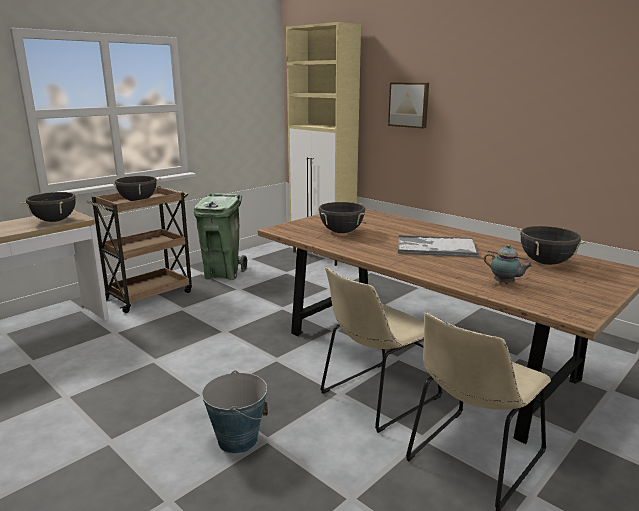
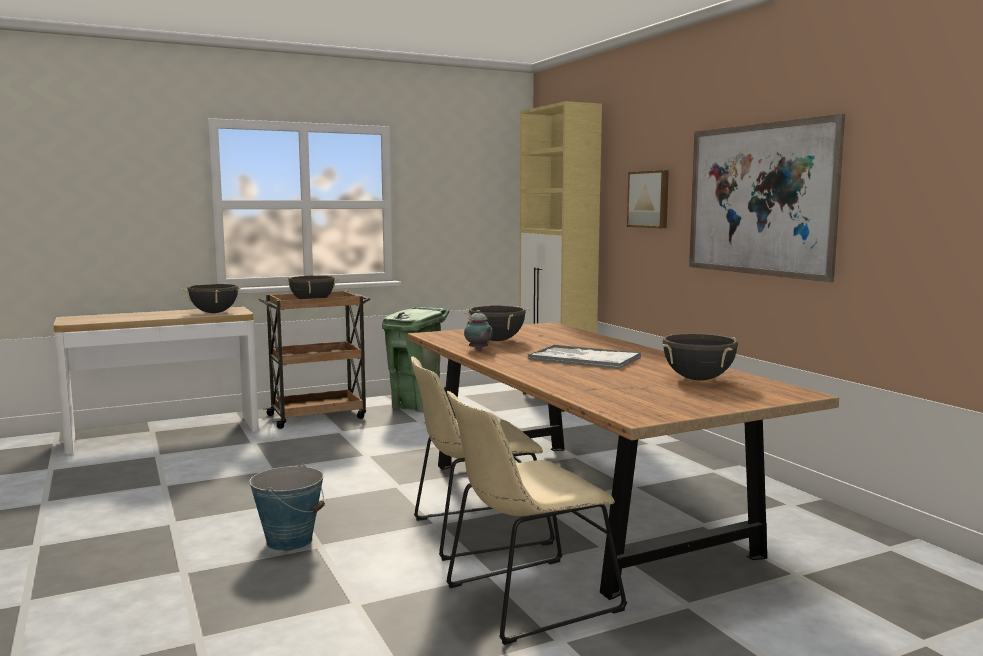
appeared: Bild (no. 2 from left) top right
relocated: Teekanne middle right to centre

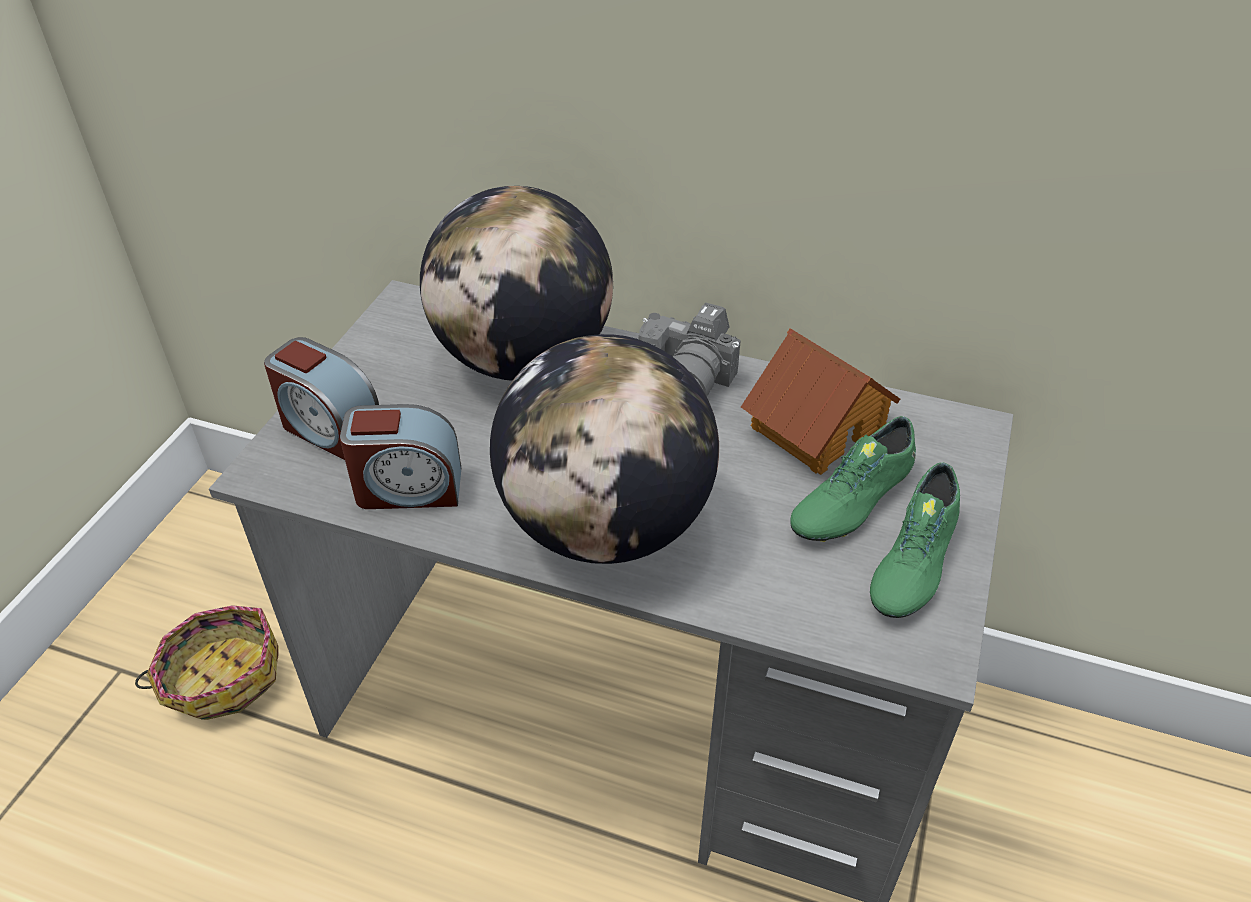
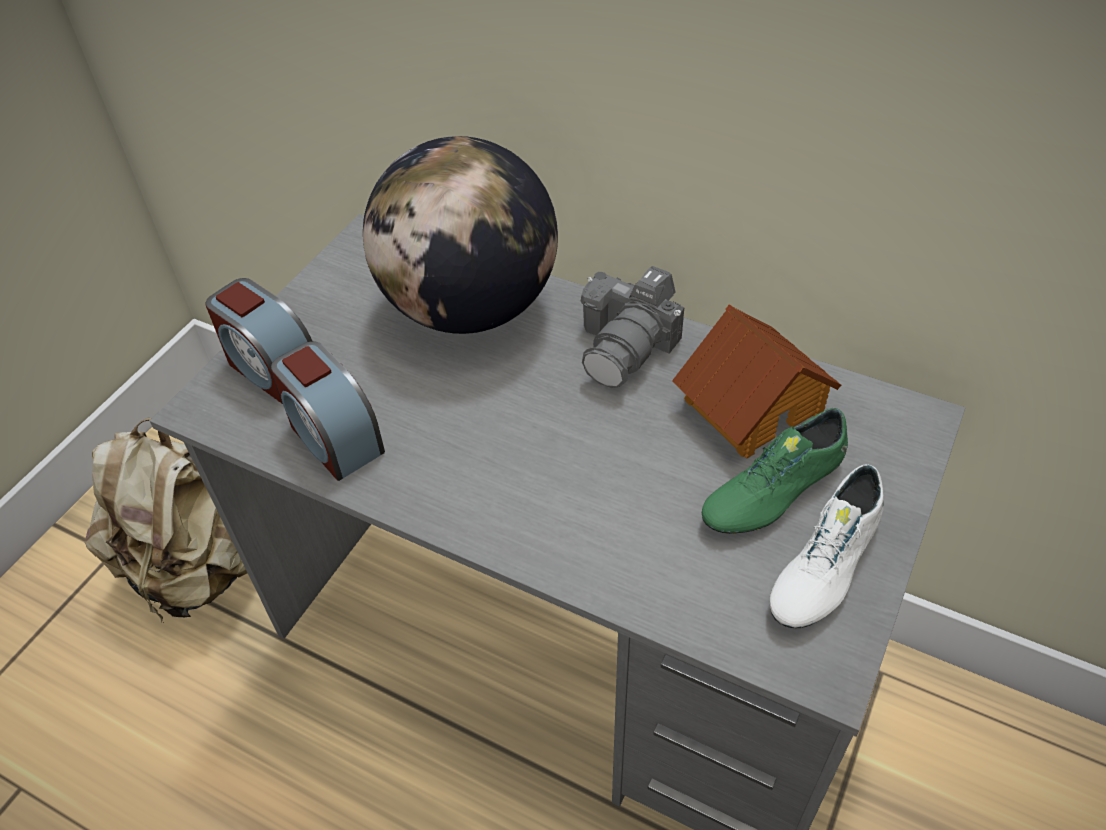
missing: Globus (no. 2 from left) centre
exchanged: Korb bottom left to Rucksack/beige middle left
colour: Schuh/grün (no. 2 from left) middle right to Schuh/weiß middle right
spun: Wecker (no. 2 from left) middle left = middle left 45 degrees clockwise

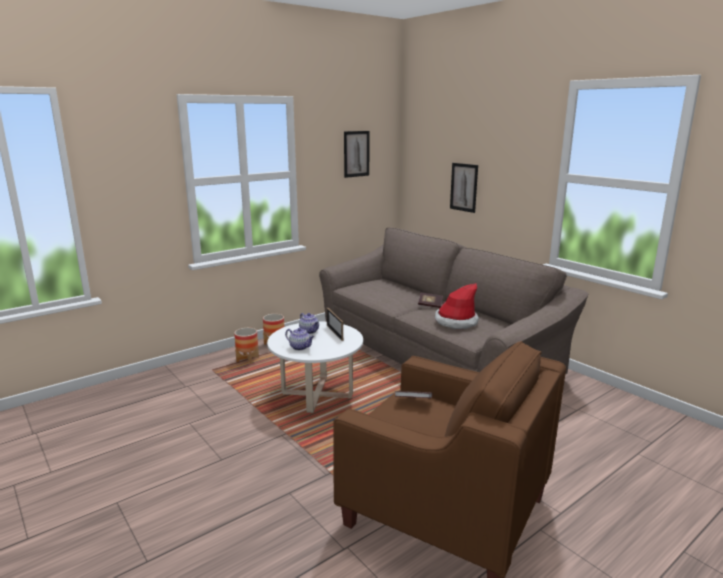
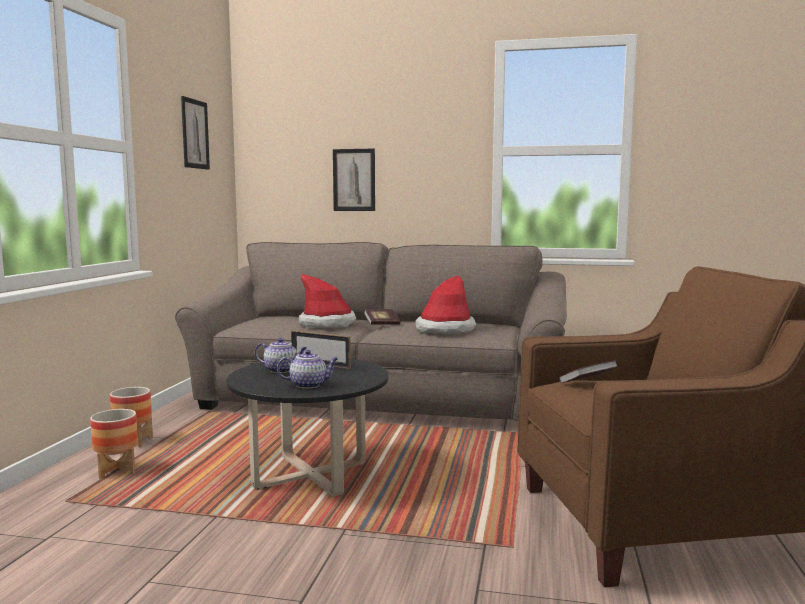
appeared: Hut (no. 1 from left) centre
colour: Couchtisch/weiß centre to Couchtisch/schwarz bottom centre

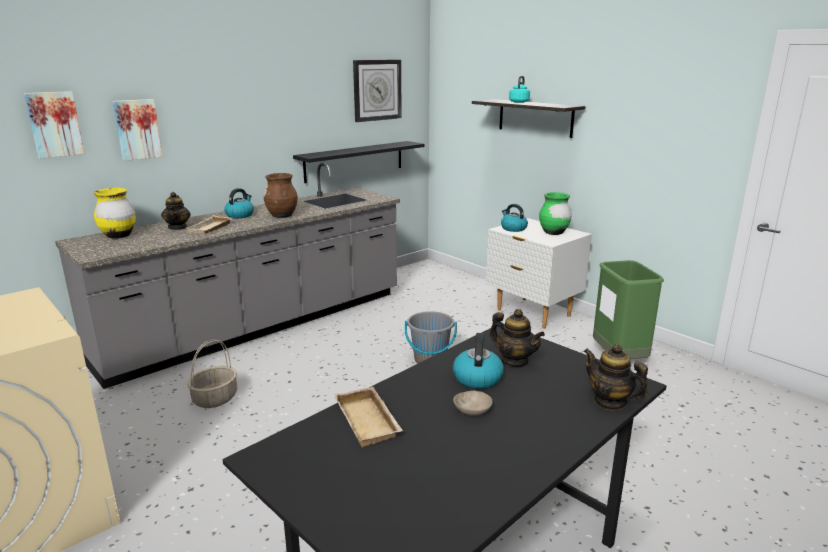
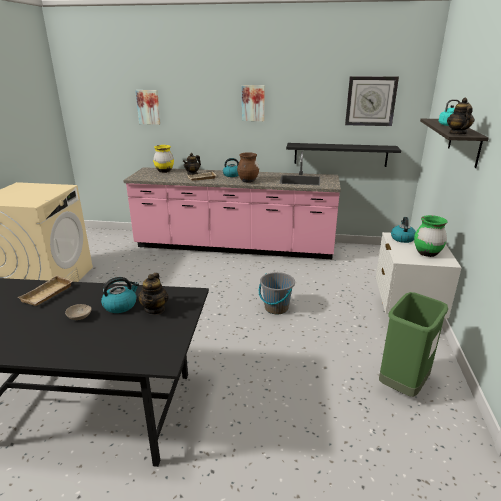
missing: Korb bottom left
relocated: Bild (no. 2 from left) top left to top centre; Teekanne (no. 3 from left) bottom right to top right
colour: Küchenzeile/grau middle left to Küchenzeile/rosa centre

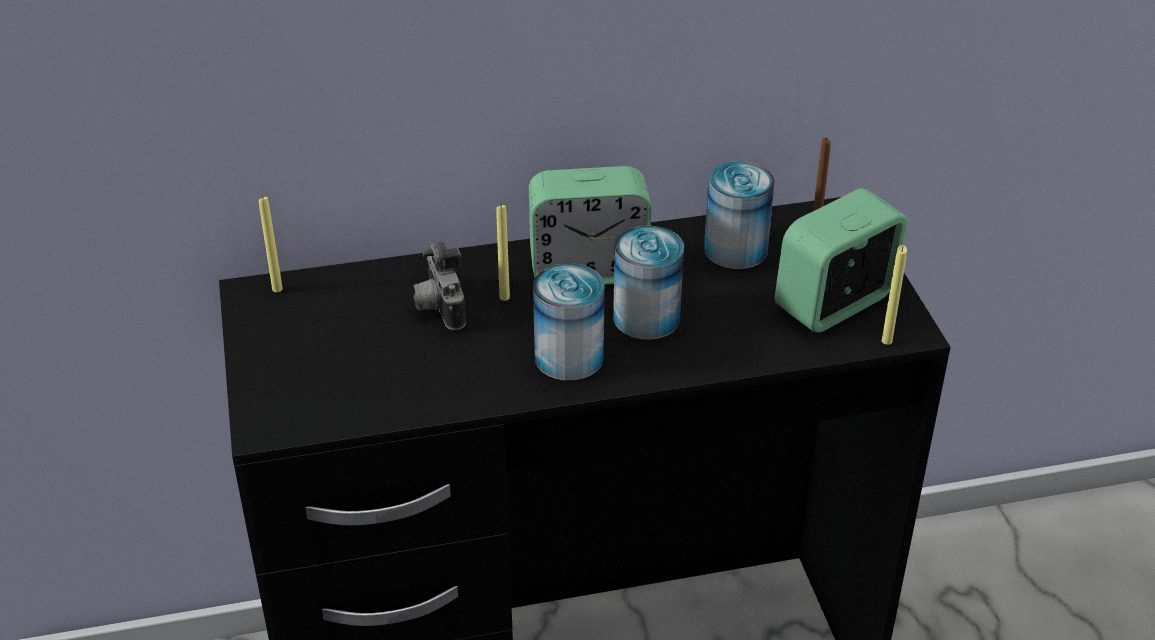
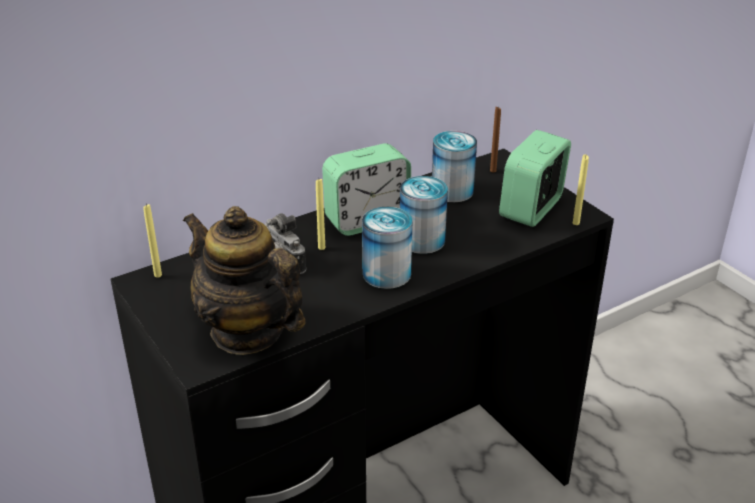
appeared: Teekanne middle left

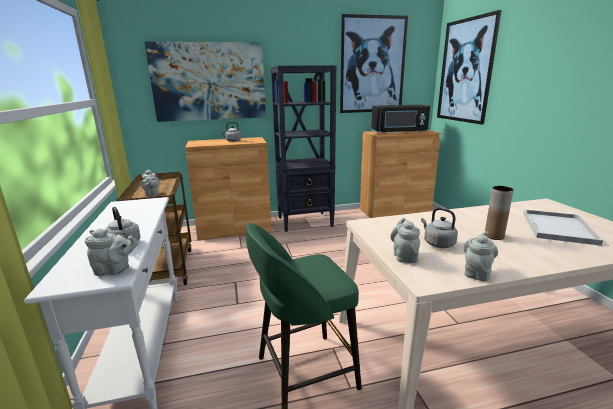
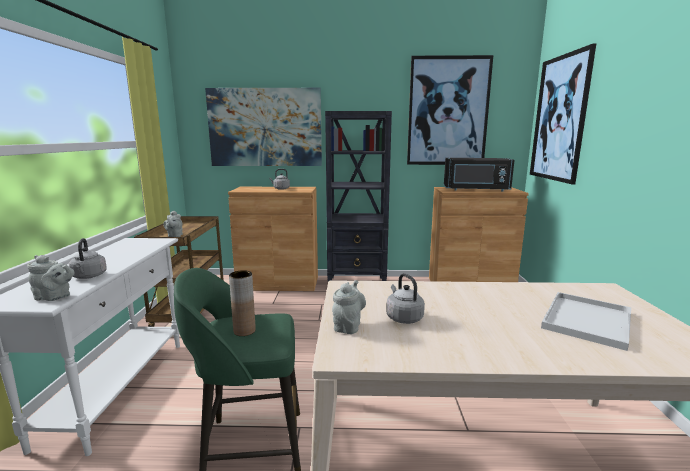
missing: Teekanne/grau (no. 4 from left) middle right
relocated: Vase/braun middle right to centre

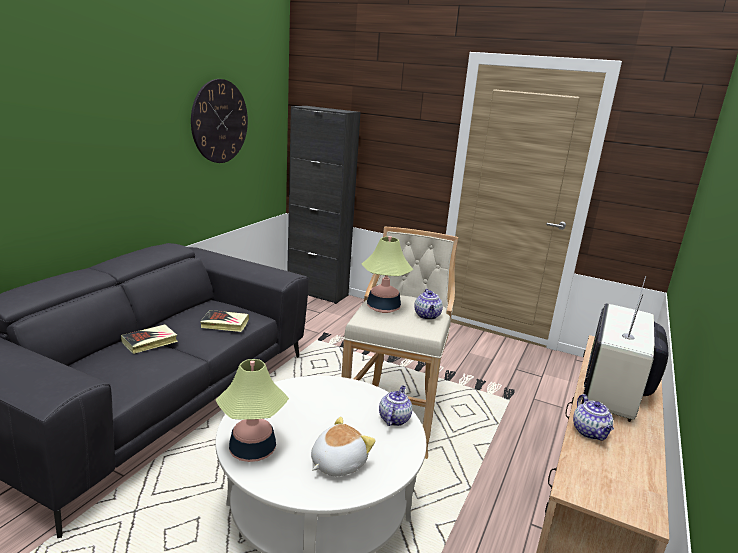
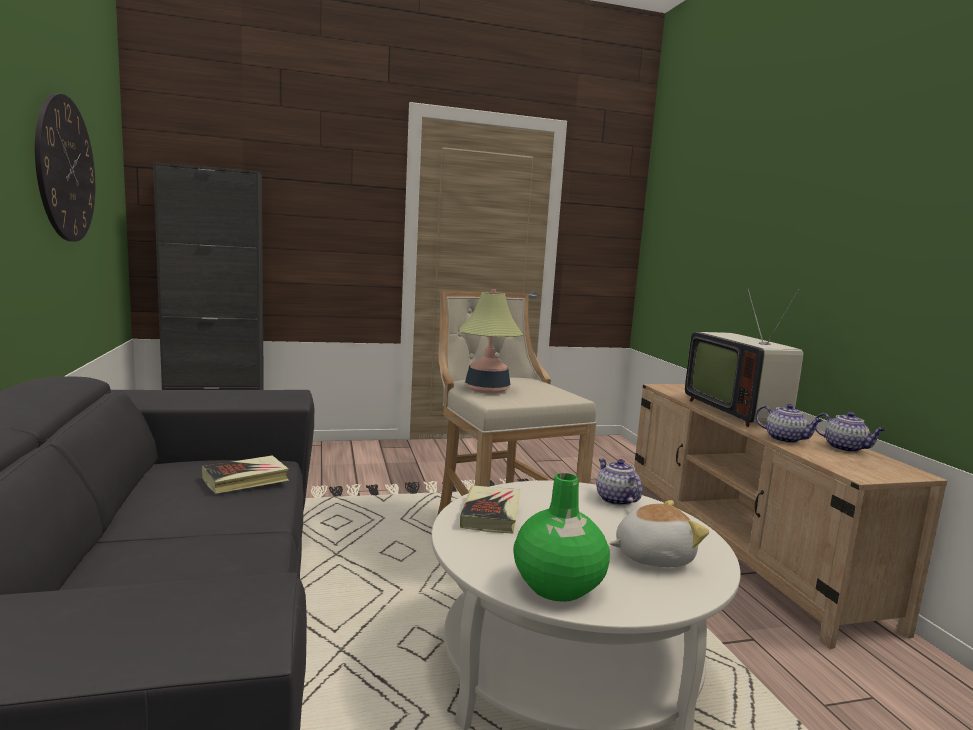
relocated: Buch (no. 1 from left in the first image) middle left to Buch (no. 2 from left) bottom centre; Teekanne (no. 2 from left in the first image) centre to Teekanne (no. 3 from left) middle right
exchanged: Tischlampe (no. 1 from left) bottom centre to Vase/grün bottom centre
spun: Plüschtier bottom centre = bottom right 75 degrees clockwise

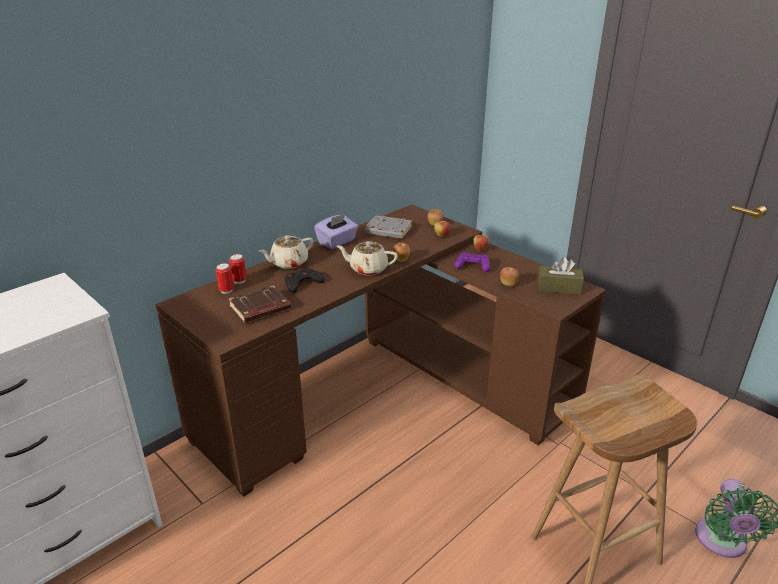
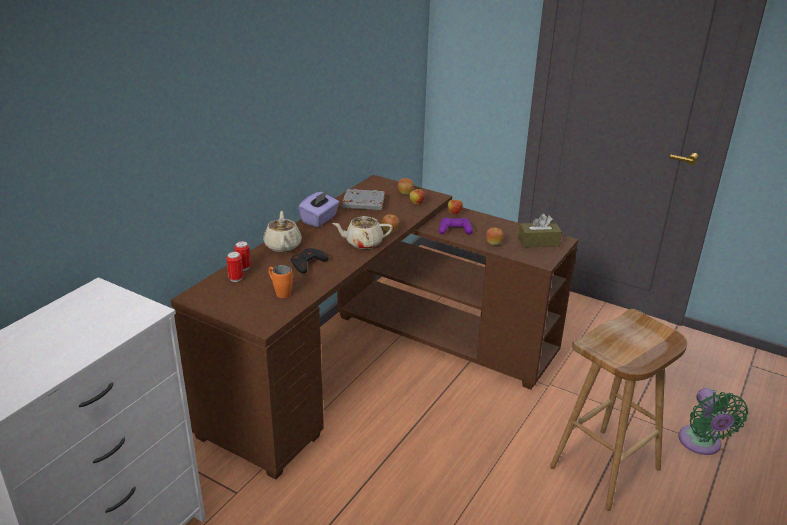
exchanged: Buch/braun centre to Henkelbecher/orange centre
spun: Teekanne/beige (no. 1 from left) centre = centre 135 degrees clockwise

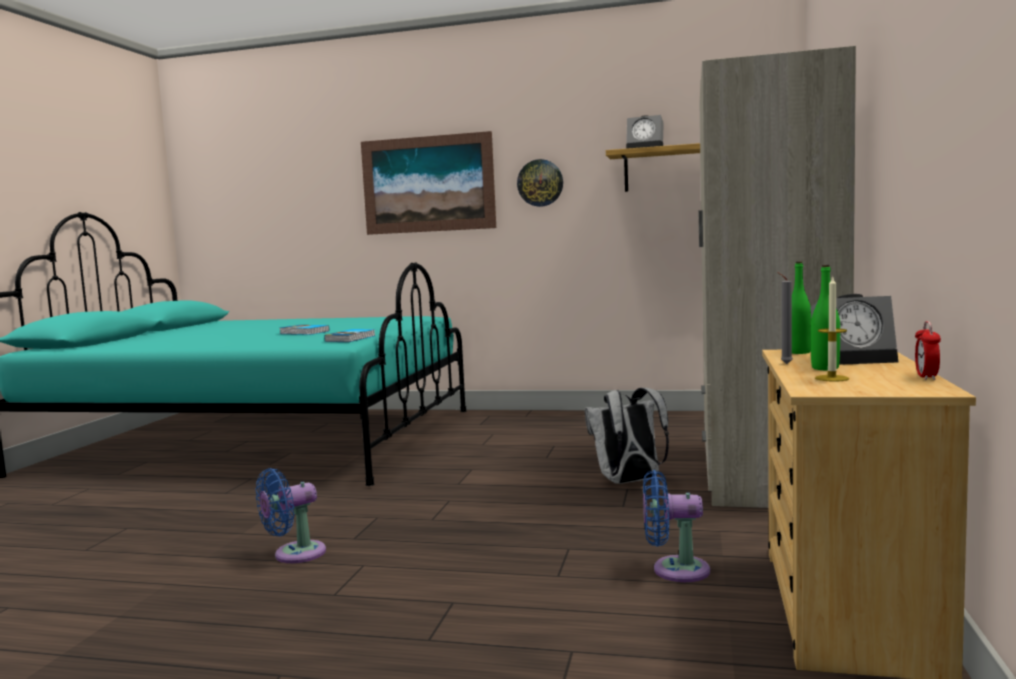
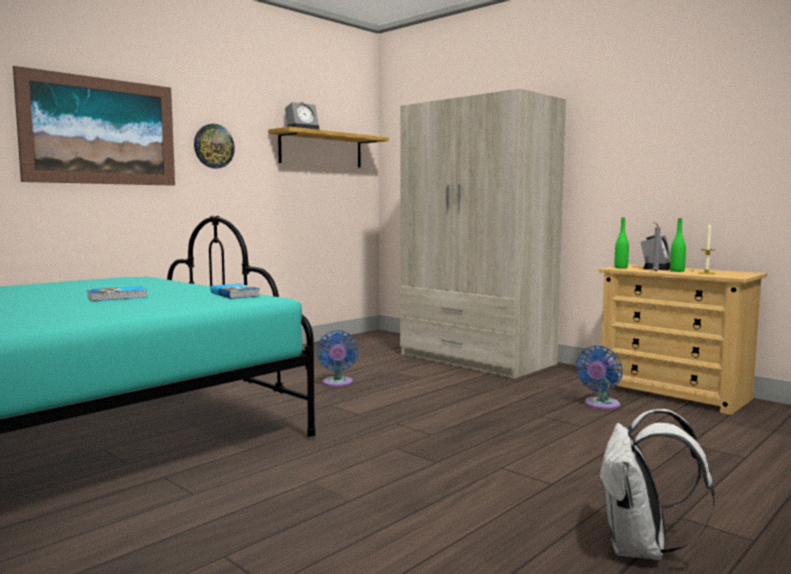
missing: Wecker (no. 3 from left) middle right
relocated: Ventilator/blau (no. 1 from left) bottom left to centre; Rucksack/weiß centre to bottom right

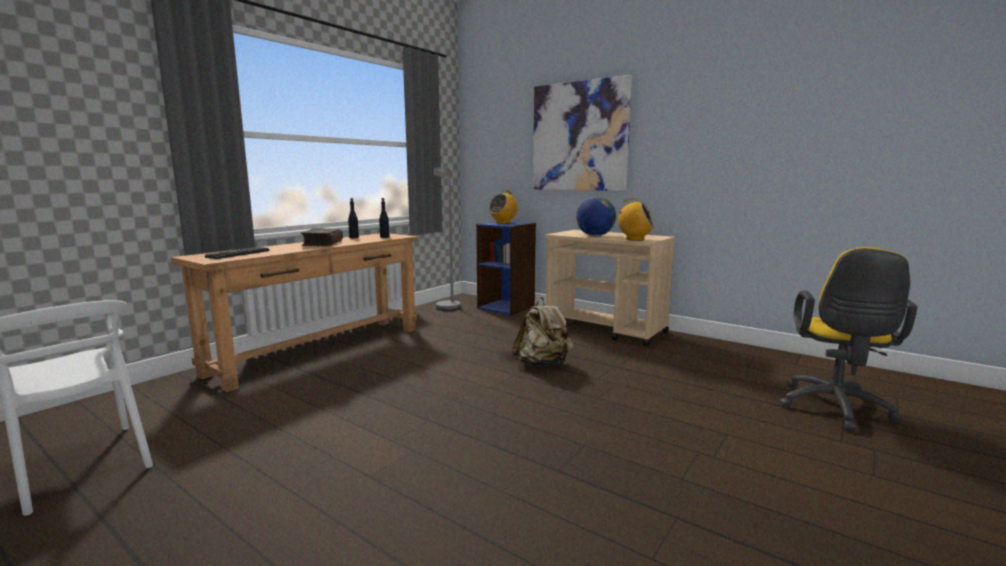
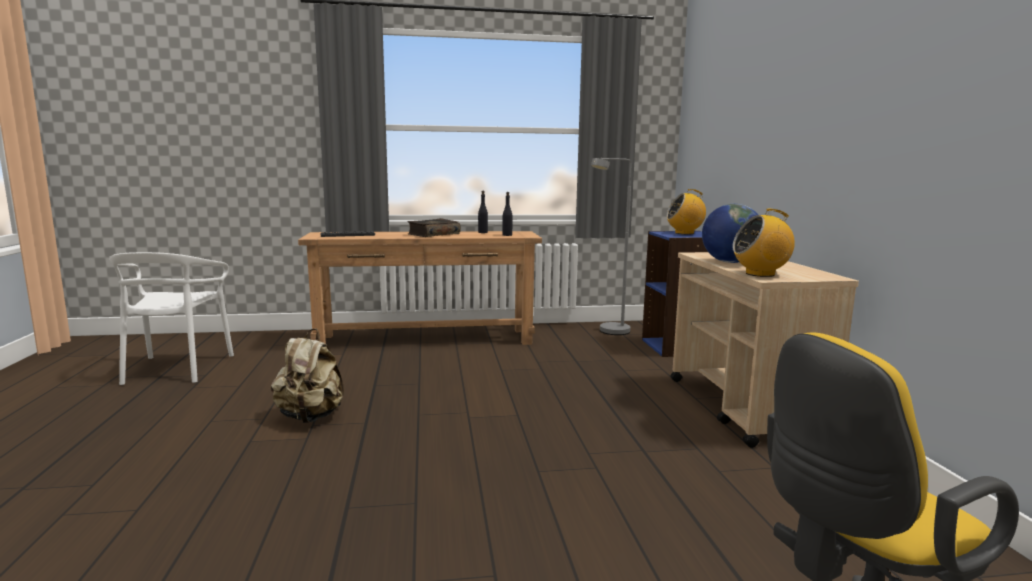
missing: Bild top centre
relocated: Rucksack/beige centre to middle left
spun: Radio (no. 2 from left) centre = middle right 105 degrees clockwise

